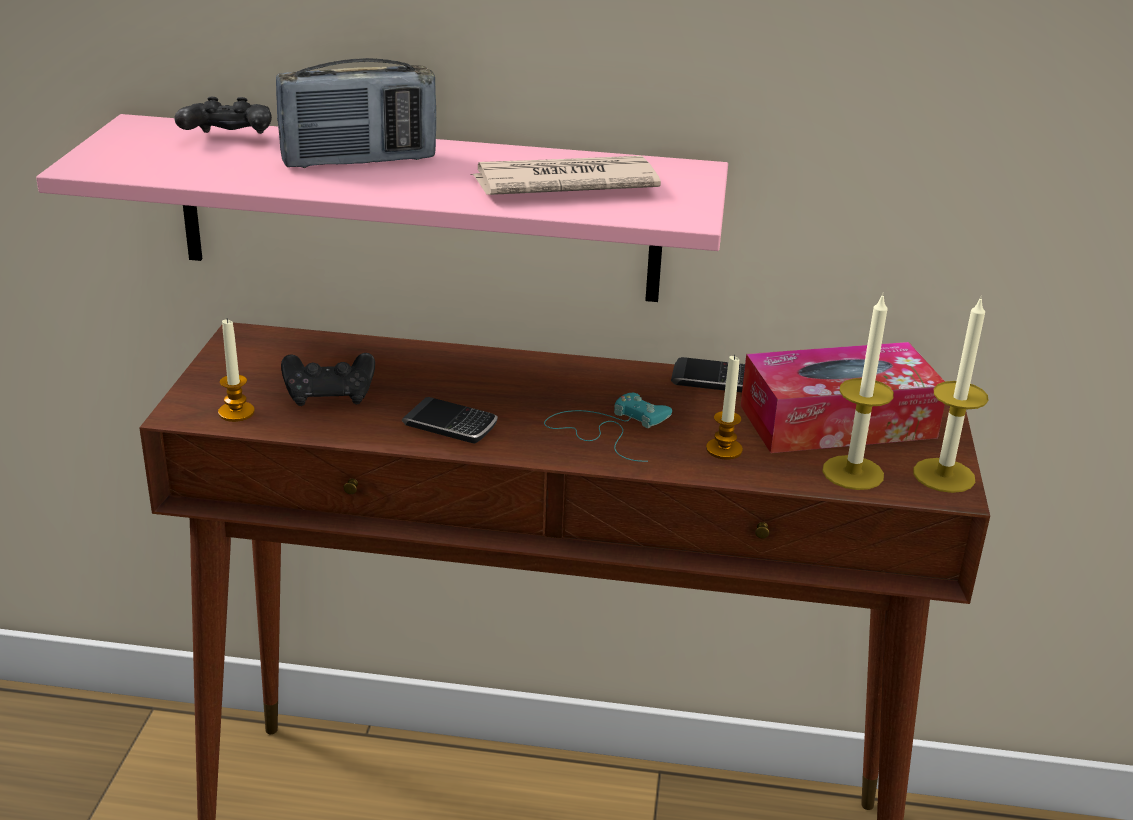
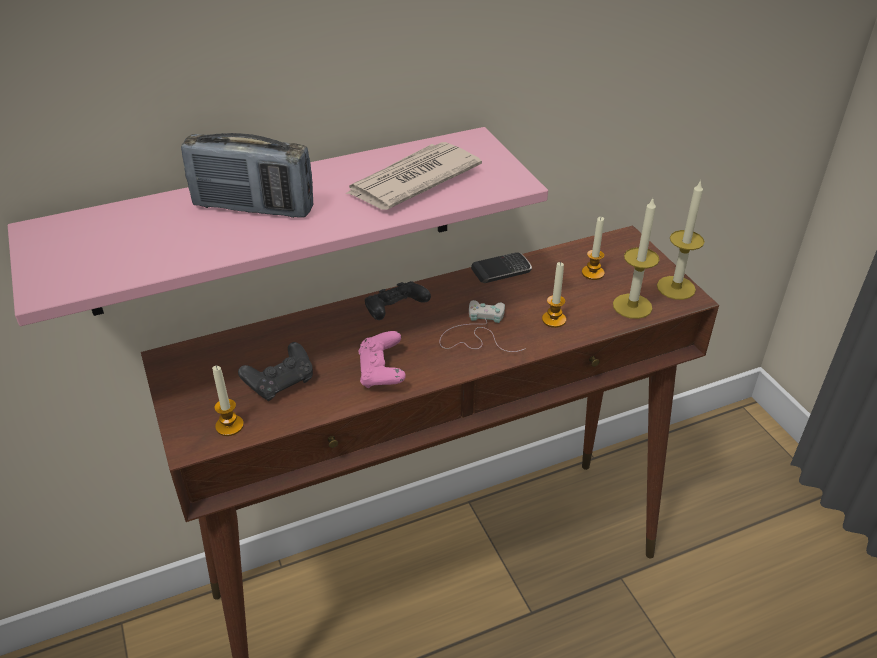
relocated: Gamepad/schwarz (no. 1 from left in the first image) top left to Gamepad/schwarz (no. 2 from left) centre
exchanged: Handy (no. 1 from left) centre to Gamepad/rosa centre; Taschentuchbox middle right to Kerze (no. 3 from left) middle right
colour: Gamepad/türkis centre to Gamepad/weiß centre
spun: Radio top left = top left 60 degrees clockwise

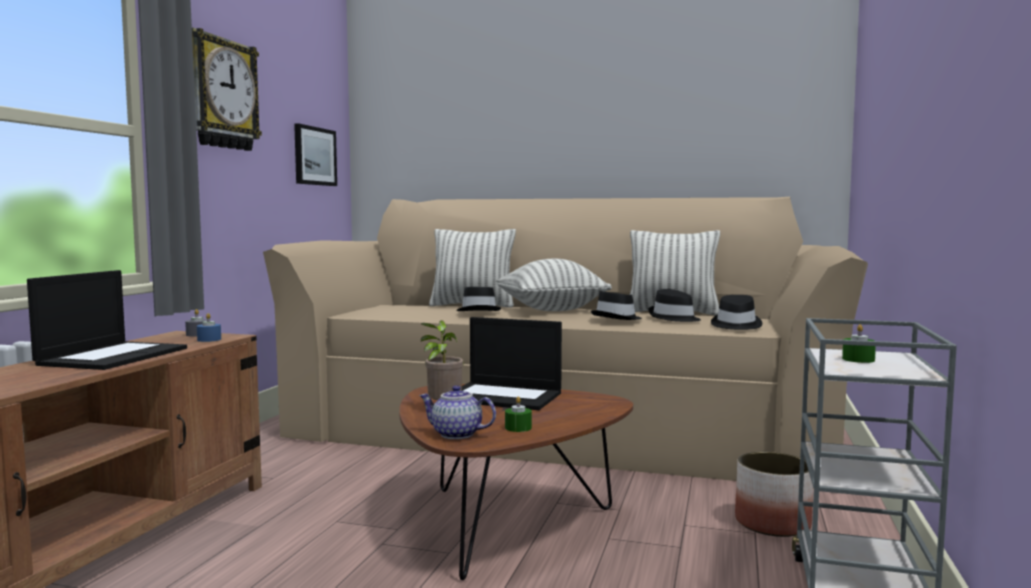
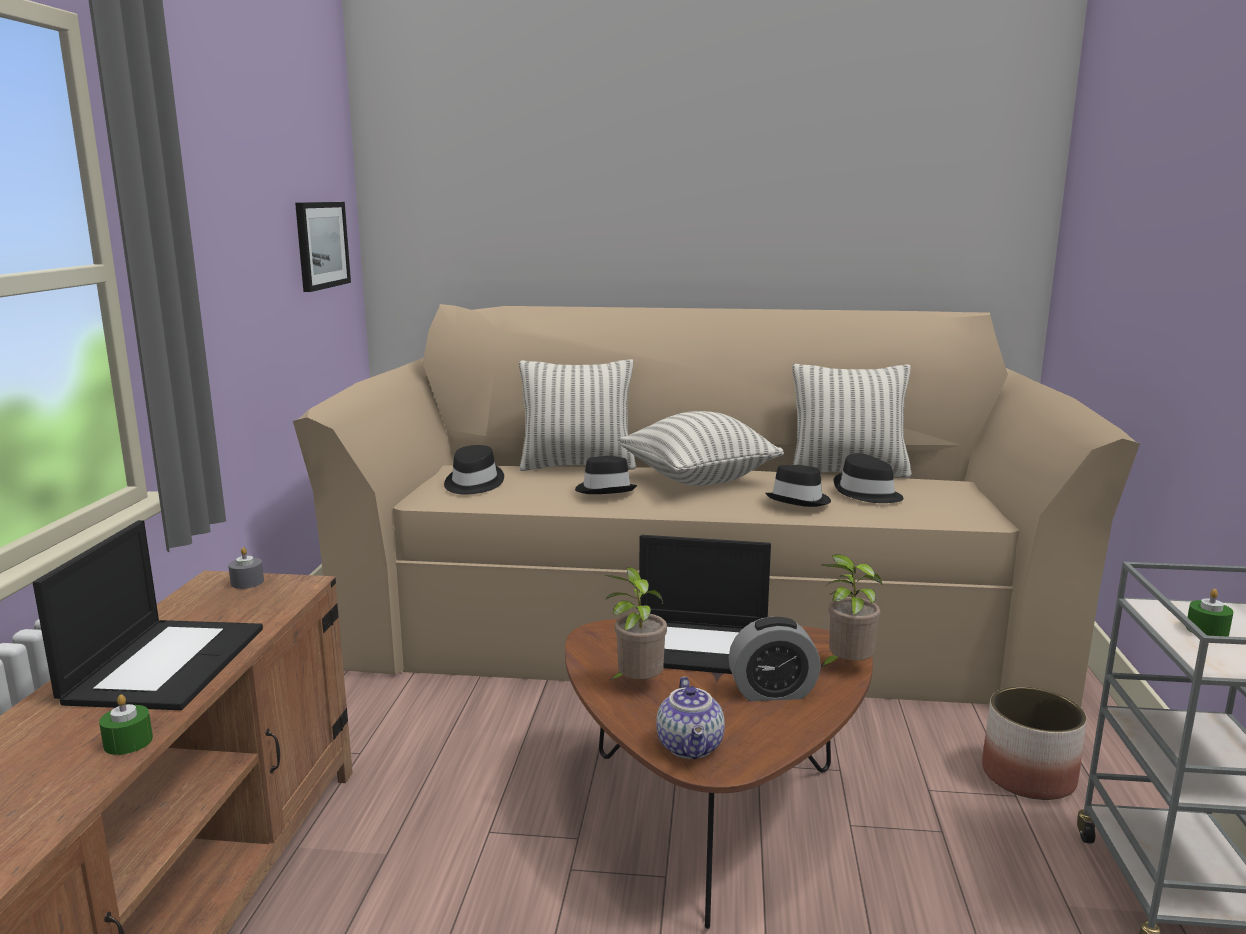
missing: Wanduhr top left; Kerze/blau middle left
appeared: Wecker bottom centre; Topfpflanze (no. 2 from left) middle right
relocated: Kerze/grün (no. 1 from left) bottom centre to bottom left; Hut/schwarz (no. 4 from left in the first image) middle right to Hut/schwarz (no. 1 from left) centre
spun: Teekanne bottom centre = bottom centre 105 degrees counterclockwise

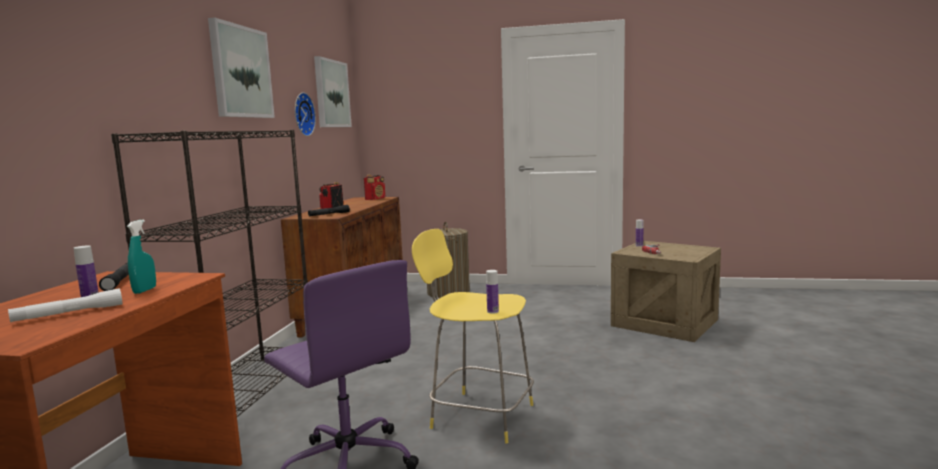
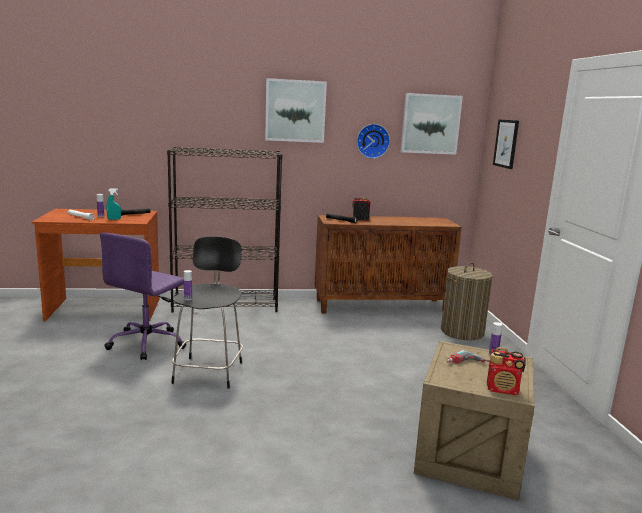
appeared: Bild (no. 3 from left) top right
relocated: Radio (no. 2 from left) centre to bottom right
colour: Hocker/gelb bottom centre to Hocker/schwarz middle left

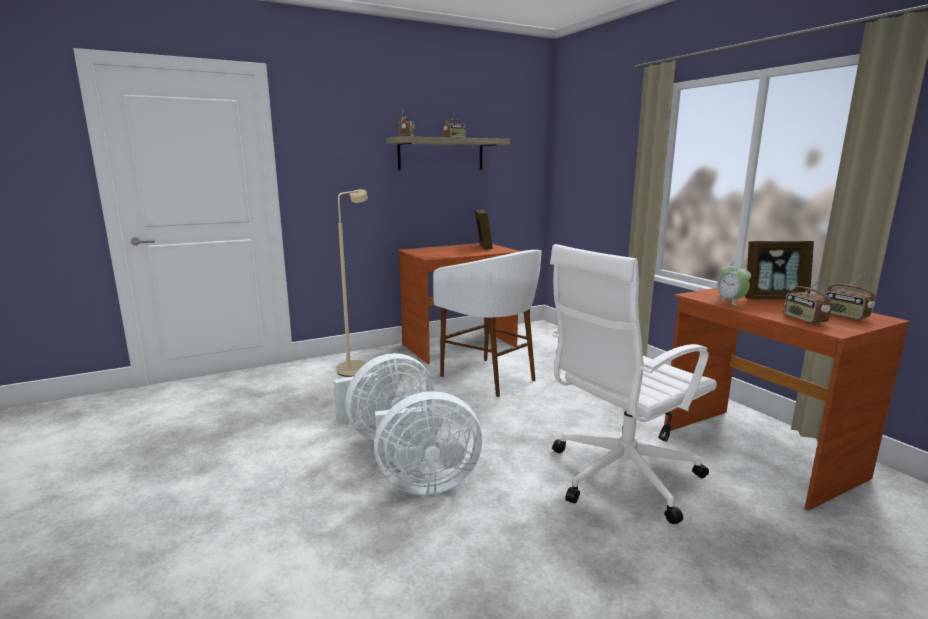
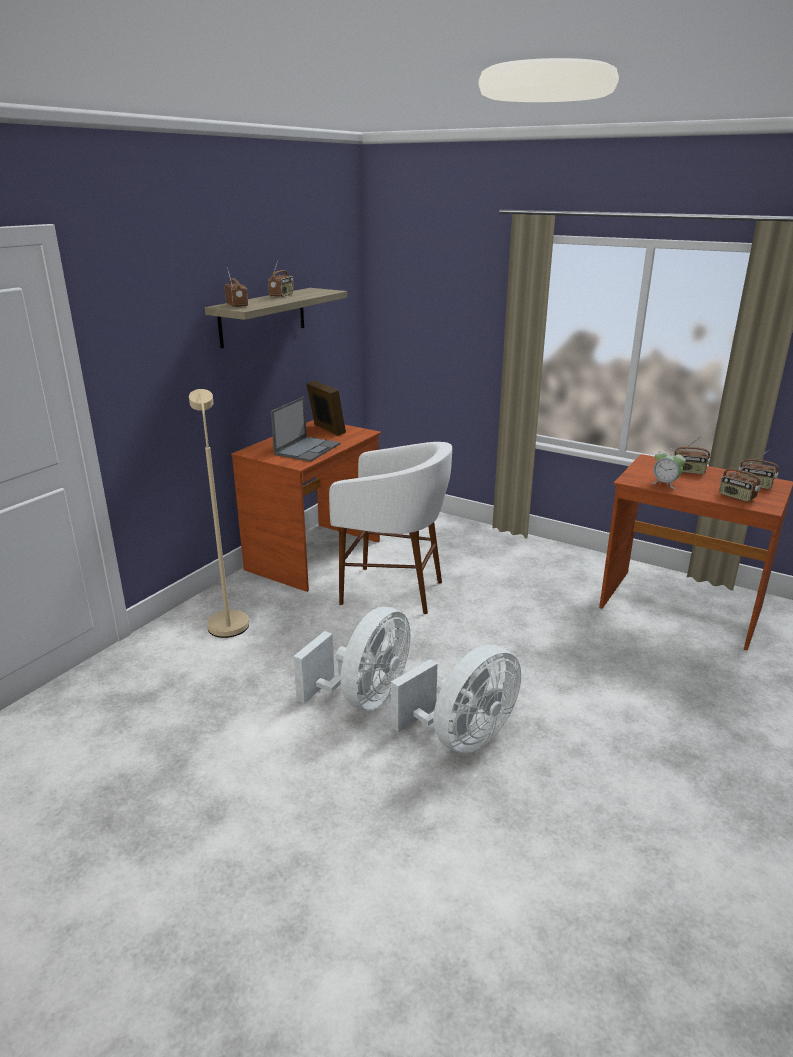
missing: Bürostuhl/weiß middle right
appeared: Laptop centre
exchanged: Bilderrahmen (no. 2 from left) middle right to Radio (no. 3 from left) middle right

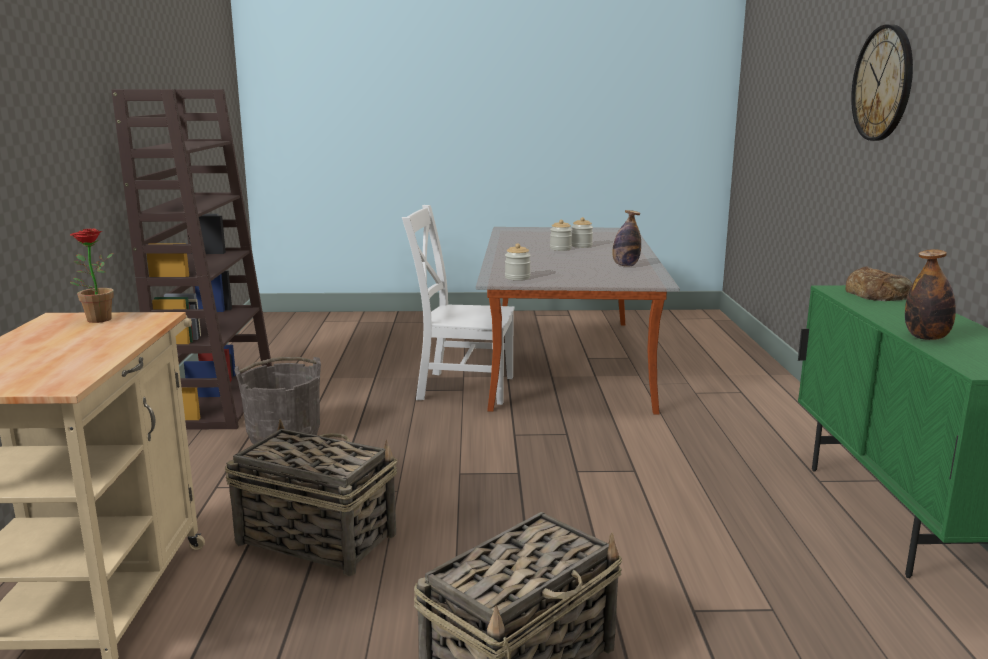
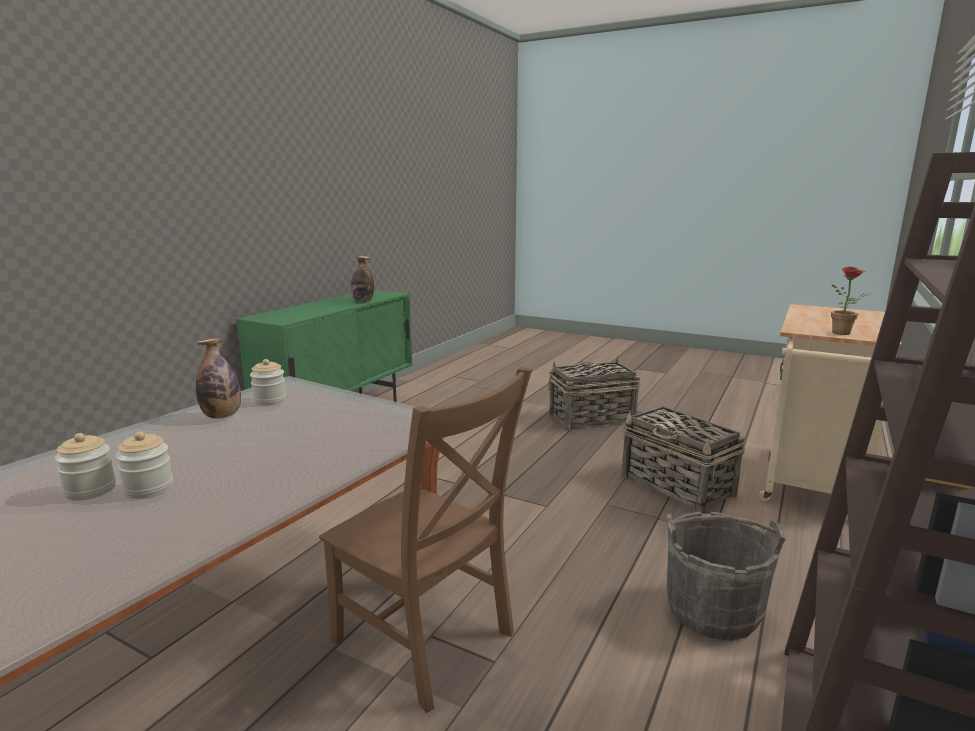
missing: Brot middle right; Wanduhr top right
relocated: Vorratsglas (no. 1 from left in the first image) centre to Vorratsglas (no. 3 from left) middle left
colour: Stuhl/weiß centre to Stuhl/braun bottom centre

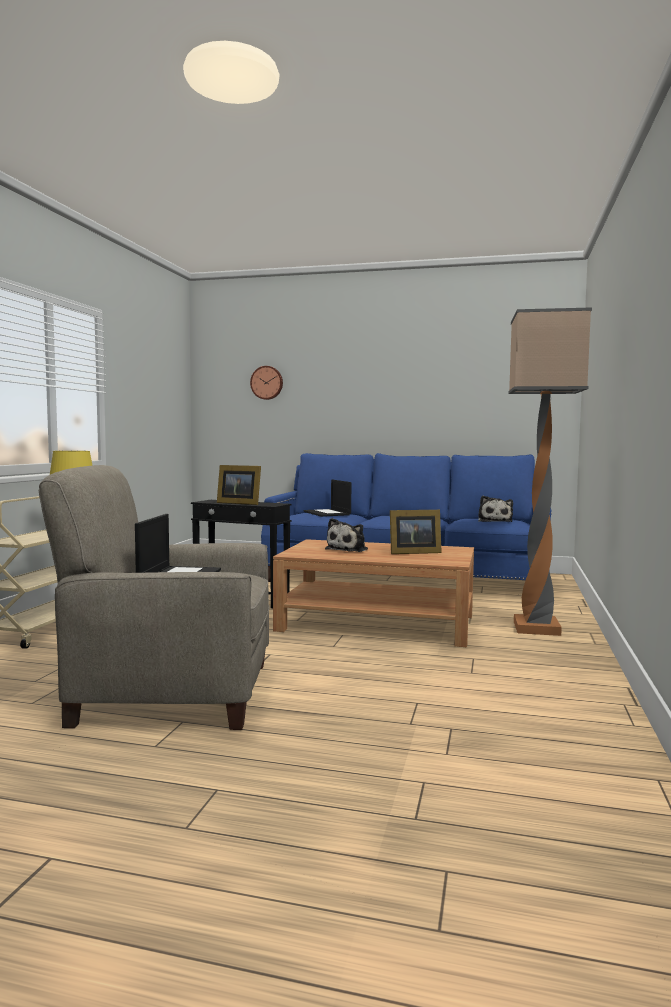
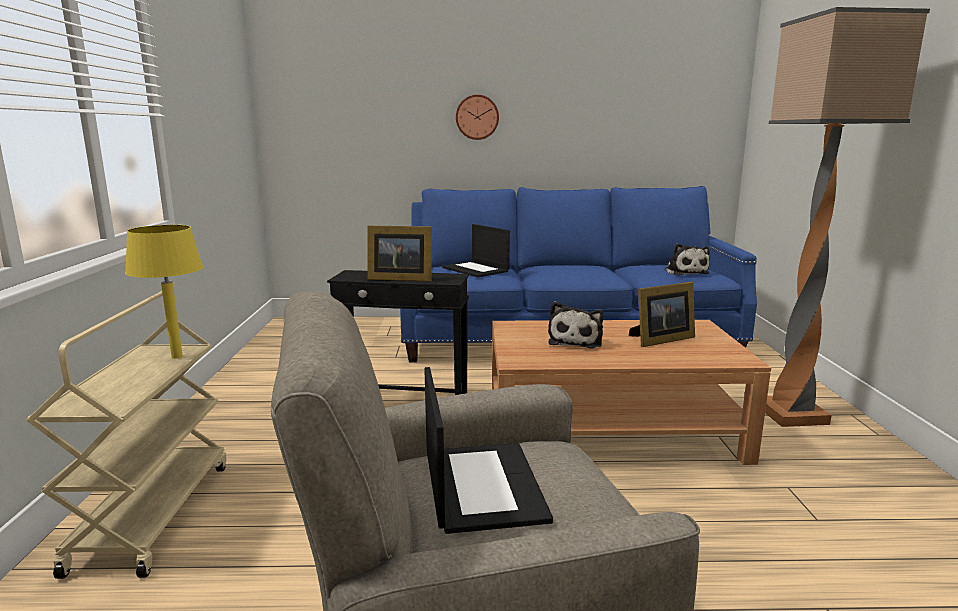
relocated: Wanduhr centre to top centre

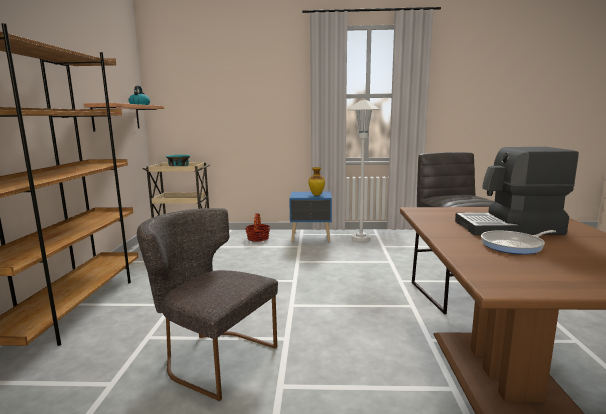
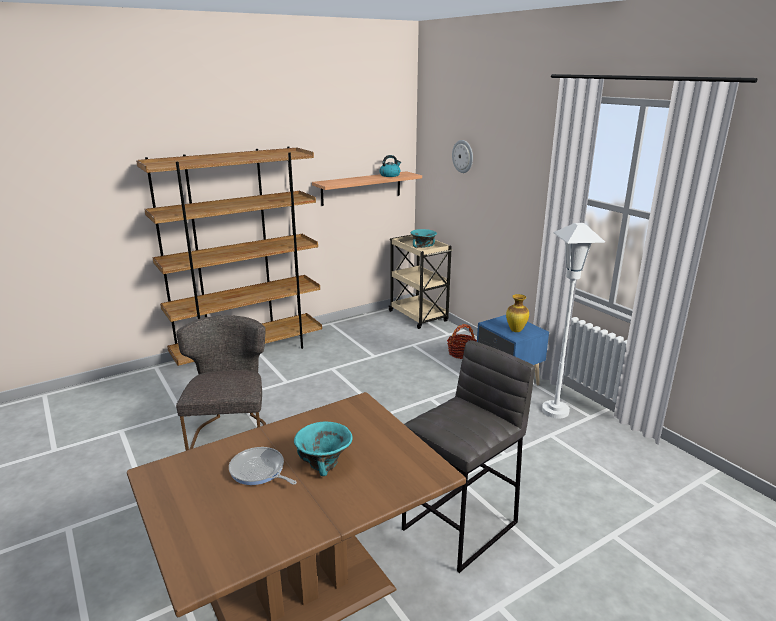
appeared: Wanduhr top centre
exchanged: Kaffeemaschine middle right to Schüssel/türkis (no. 1 from left) bottom centre

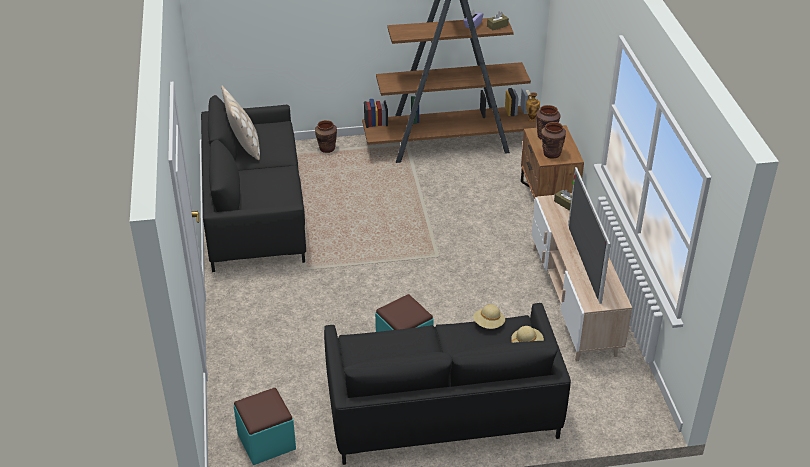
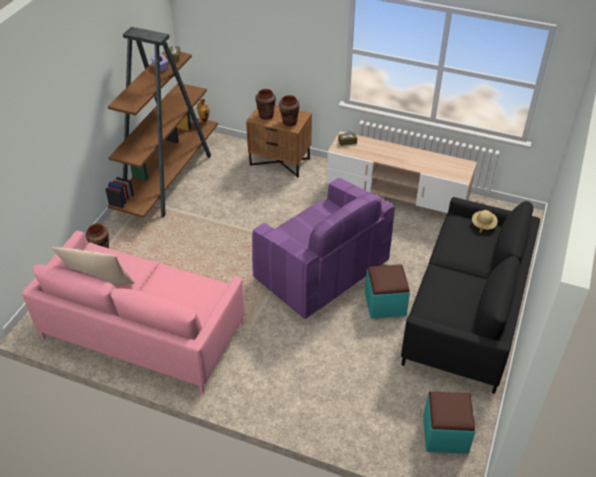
missing: Hut/beige (no. 1 from left) bottom centre; Fernseher middle right
appeared: Sessel/lila centre
colour: Sofa/schwarz (no. 1 from left) middle left to Sofa/rosa middle left

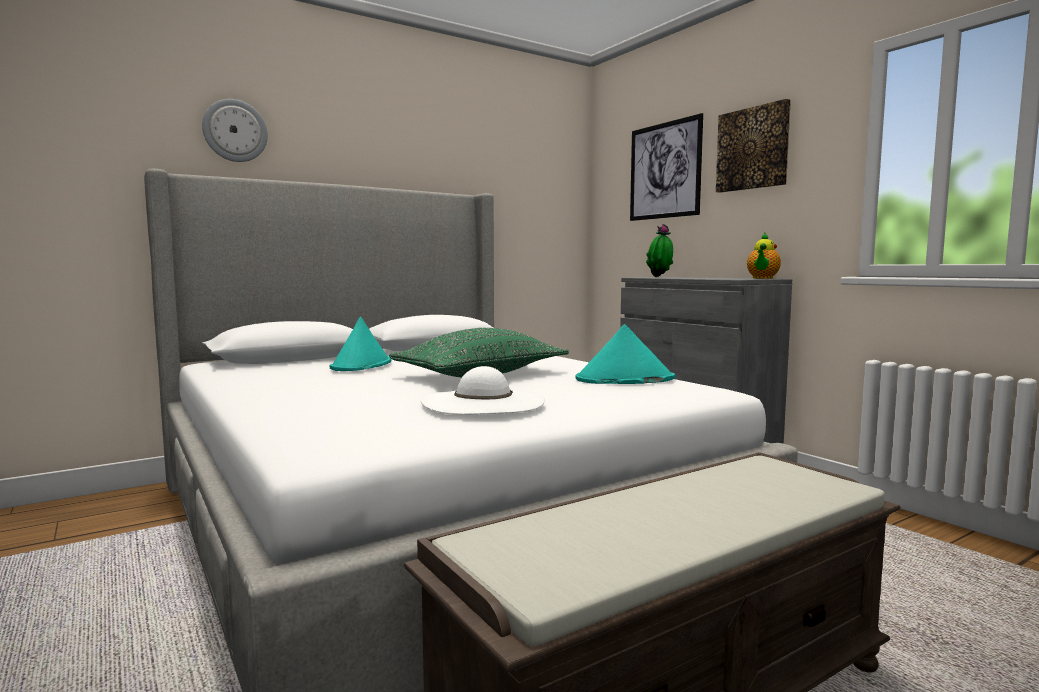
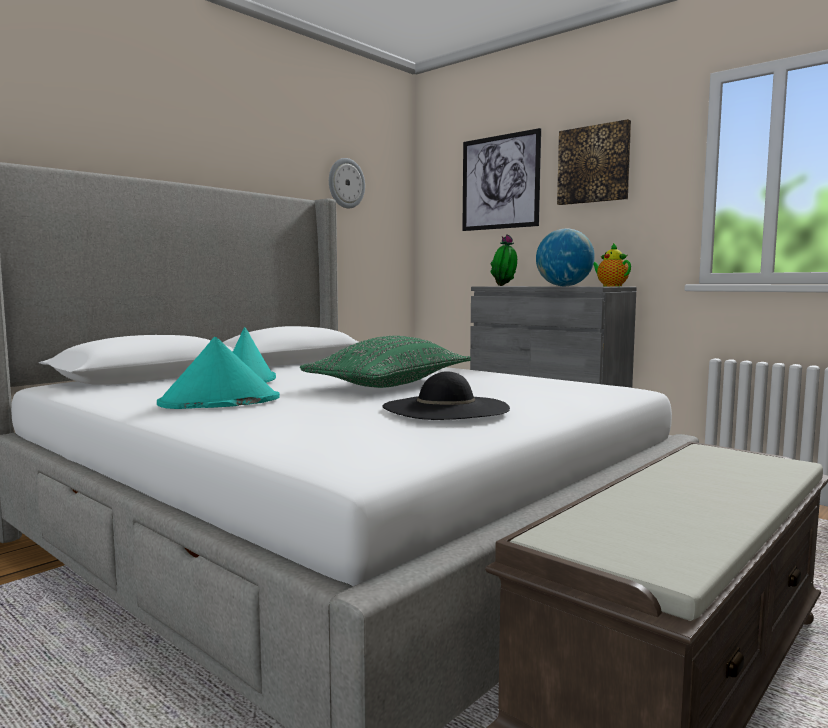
appeared: Globus middle right
relocated: Wanduhr top left to top centre; Hut/türkis (no. 2 from left in the first image) centre to Hut/türkis (no. 1 from left) middle left
colour: Hut/weiß centre to Hut/schwarz centre
spun: Teekanne middle right = middle right 135 degrees clockwise

